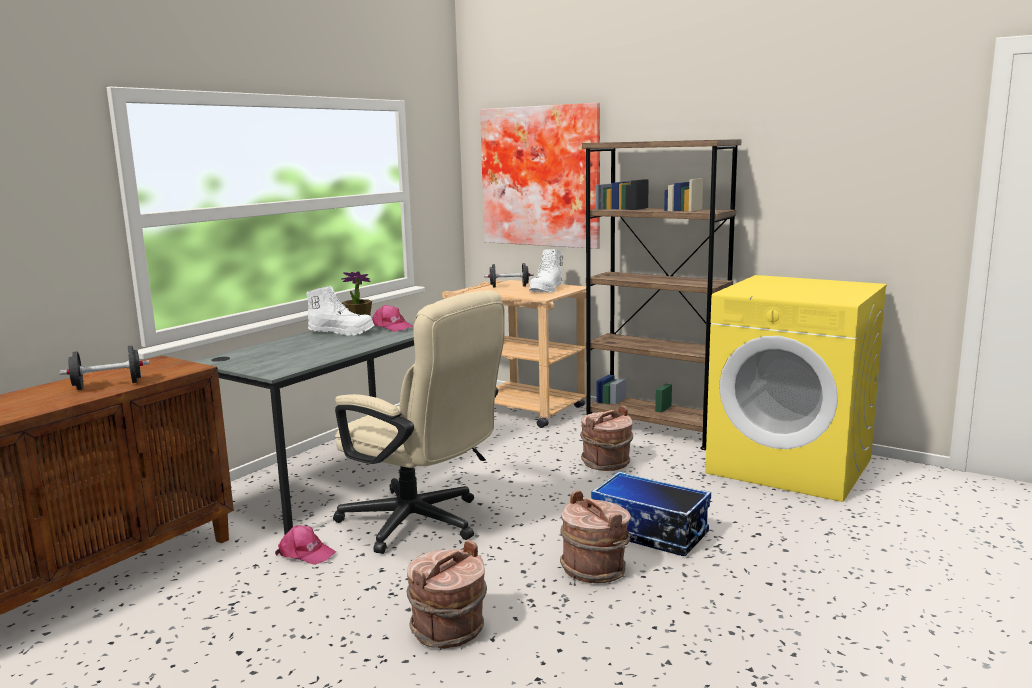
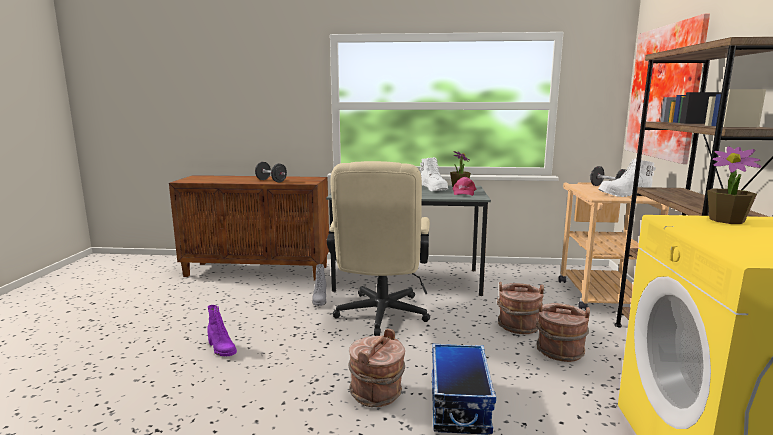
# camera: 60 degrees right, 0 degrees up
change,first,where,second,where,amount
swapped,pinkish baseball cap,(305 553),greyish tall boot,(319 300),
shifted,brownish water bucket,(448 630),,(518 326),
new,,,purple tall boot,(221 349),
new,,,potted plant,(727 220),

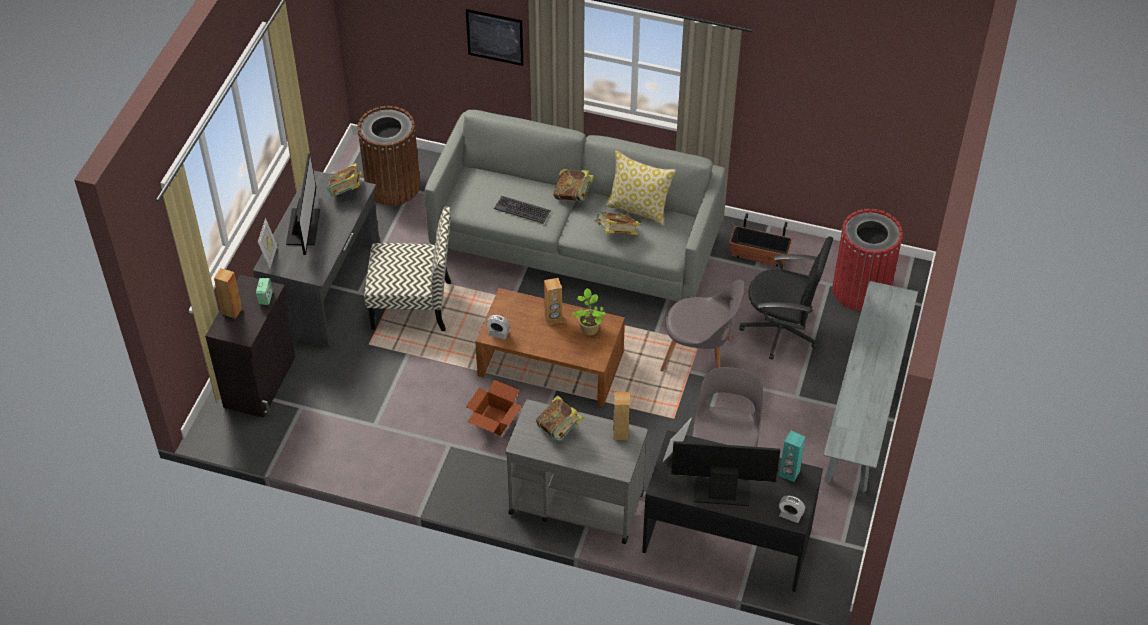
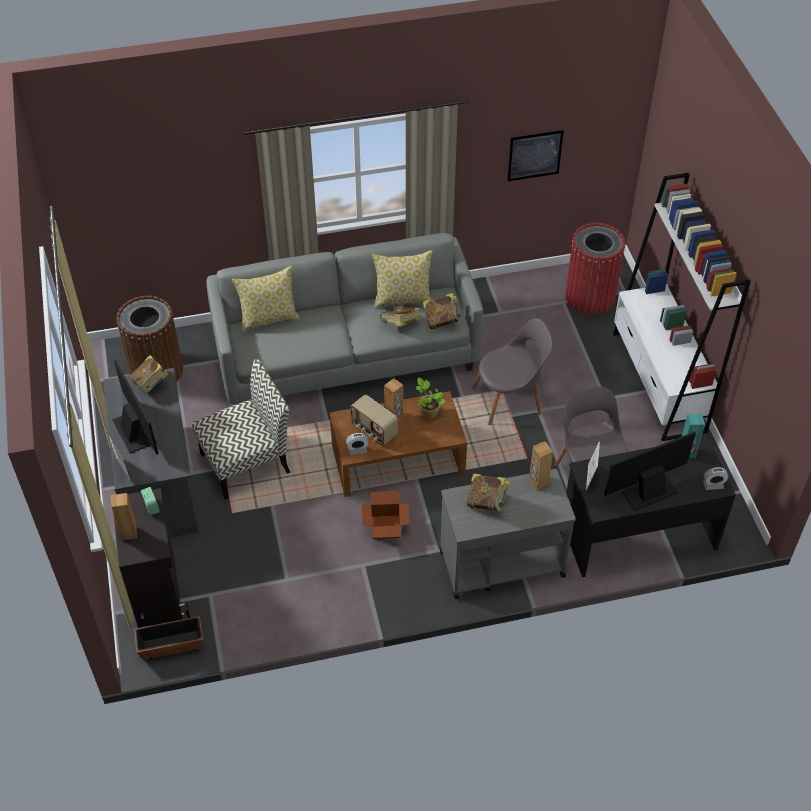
# camera: 30 degrees left, 0 degrees up
change,first,where,second,where,amount
shifted,wall art,(495 37),,(534 155),
gone,computer keyboard,(522 209),,,
shifted,book,(573 195),,(442 321),
shifted,planter,(759 255),,(171 645),
gone,black-coloured office chair,(781 330),,,
swapped,greyish indoor bench,(865 405),white bookshelf,(658 382),
new,,,cushion,(269 319),
new,,,radio,(374 431),

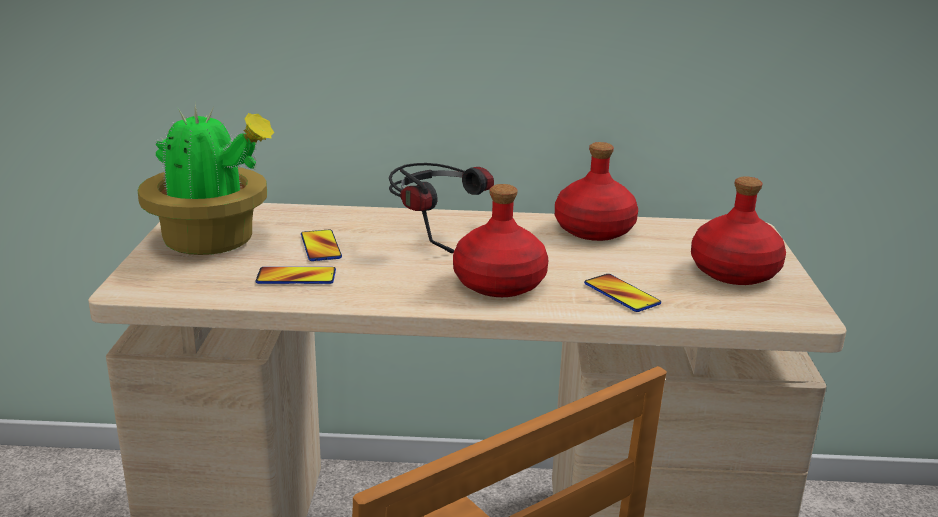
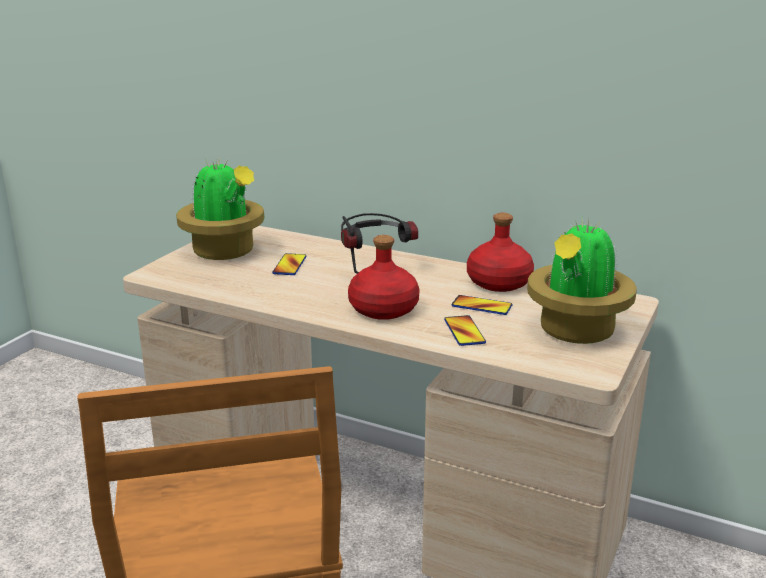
# camera: 25 degrees right, 0 degrees up
change,first,where,second,where,amount
shifted,phone,(296 277),,(481 306),
swapped,red drink bottle,(735 272),potted plant,(575 331),

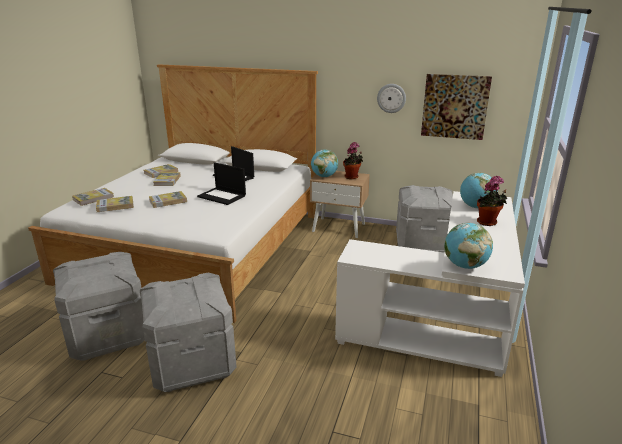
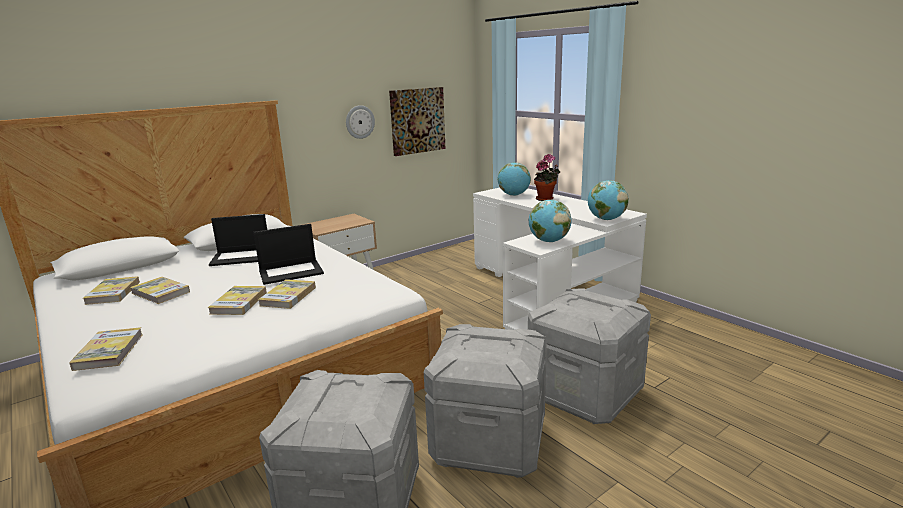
# camera: 55 degrees left, 5 degrees down
change,first,where,second,where,amount
shifted,book,(115 206),,(288 296),
shifted,globe,(324 176),,(549 241),
gone,potted plant,(352 177),,,
shifted,greyish storage box,(423 245),,(585 394),

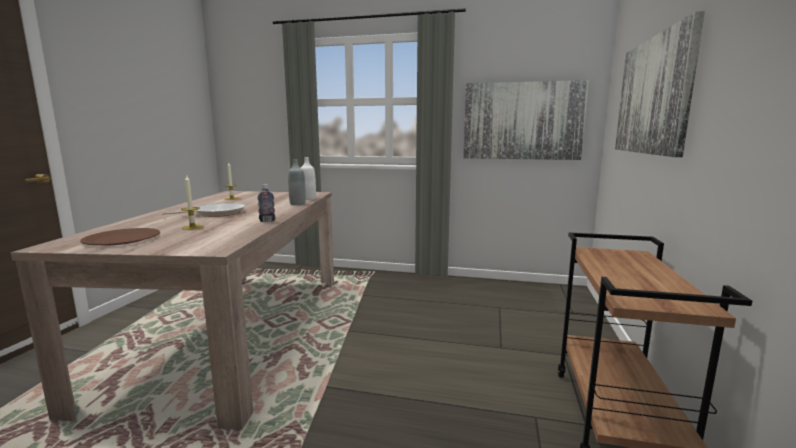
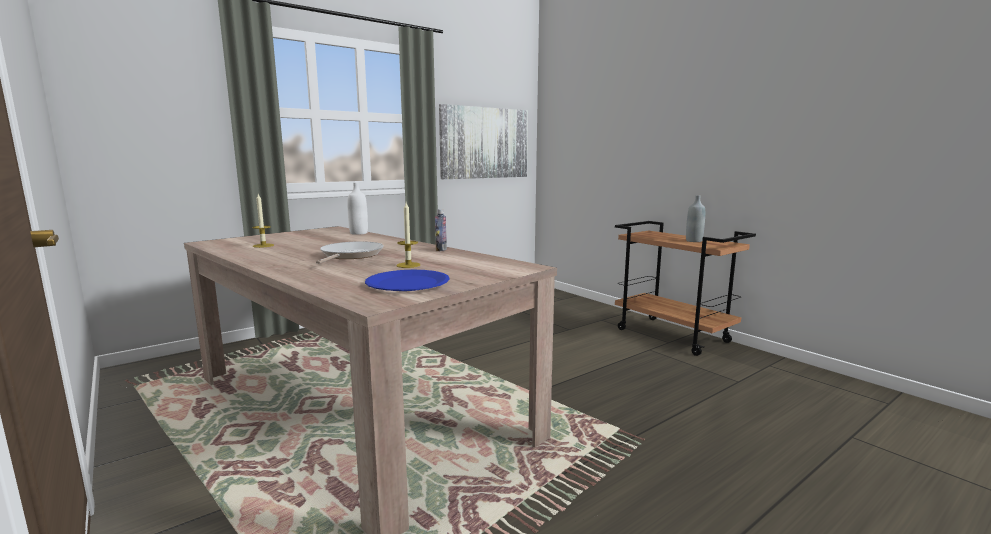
# camera: 50 degrees left, 0 degrees up
change,first,where,second,where,amount
repainted,brownish flat dish,(122 239),blue-coloured flat dish,(408 283),
shifted,greyish drink bottle,(297 204),,(694 241),
gone,wall art,(653 96),,,

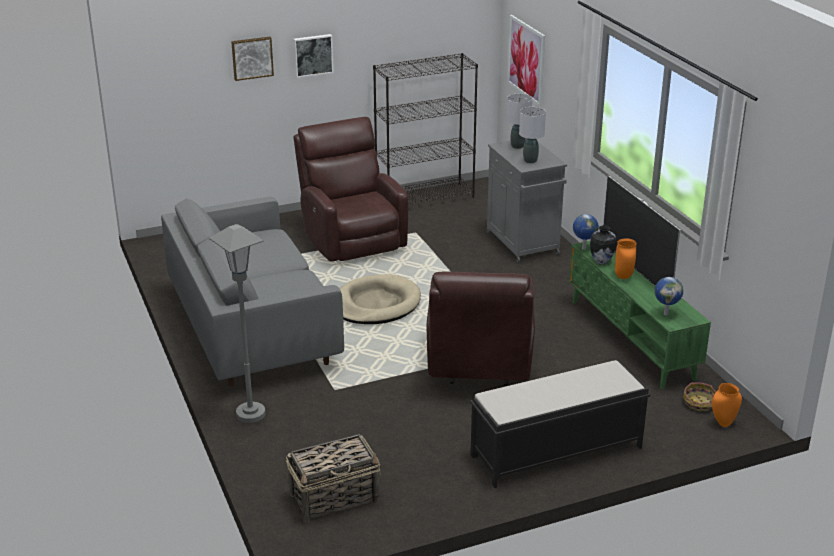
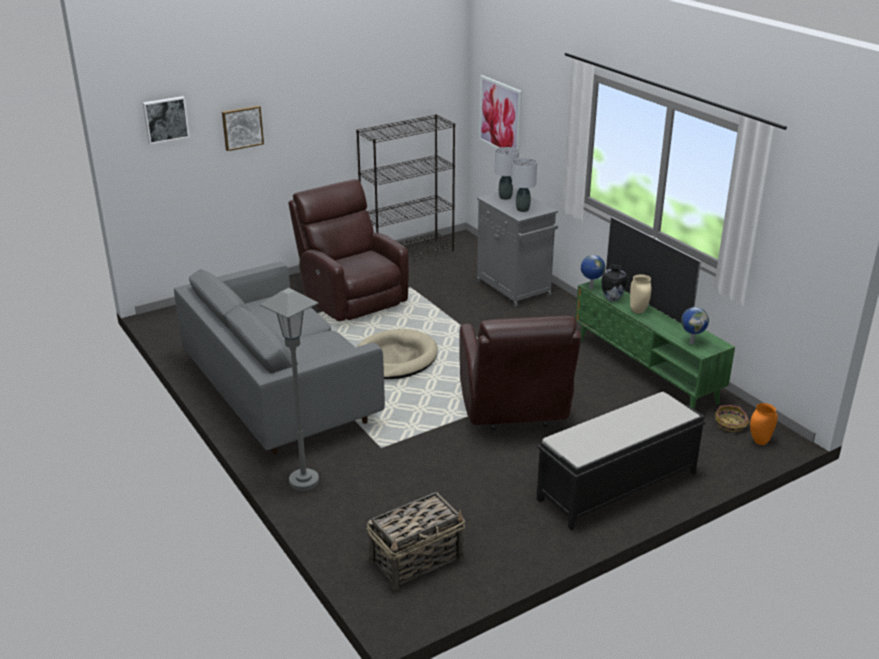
# camera: 10 degrees left, 0 degrees up
change,first,where,second,where,amount
shifted,wall art,(312 55),,(165 119),
repainted,orange flower vase,(623 277),sand-coloured flower vase,(637 311),

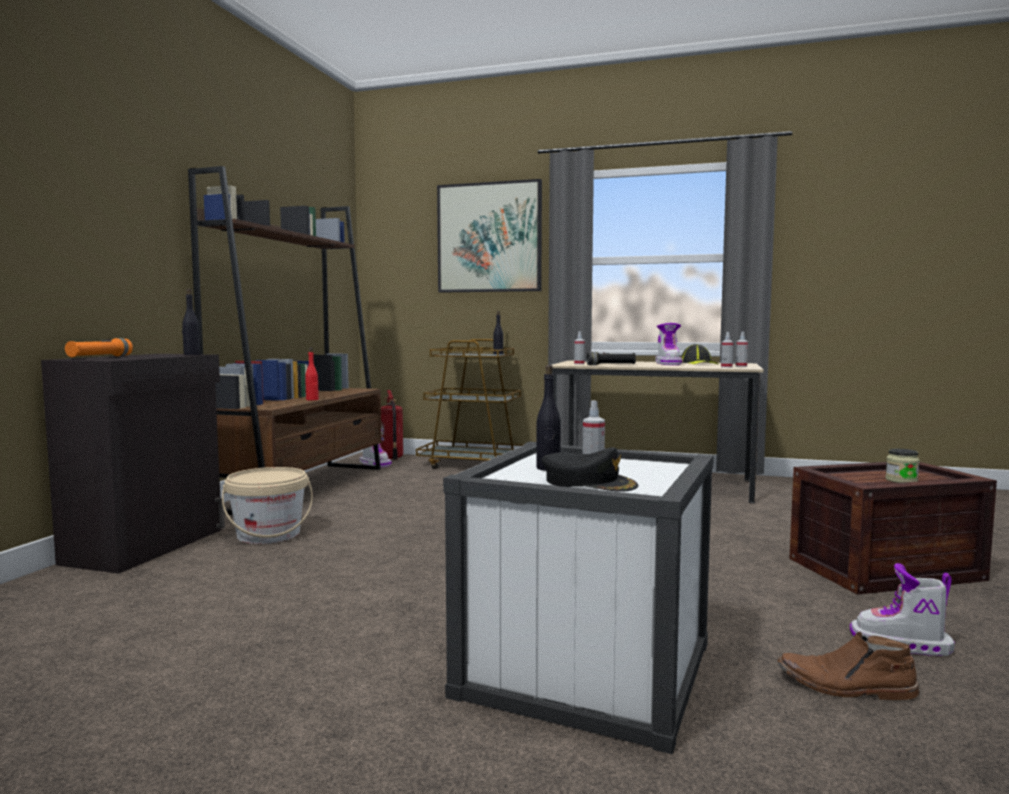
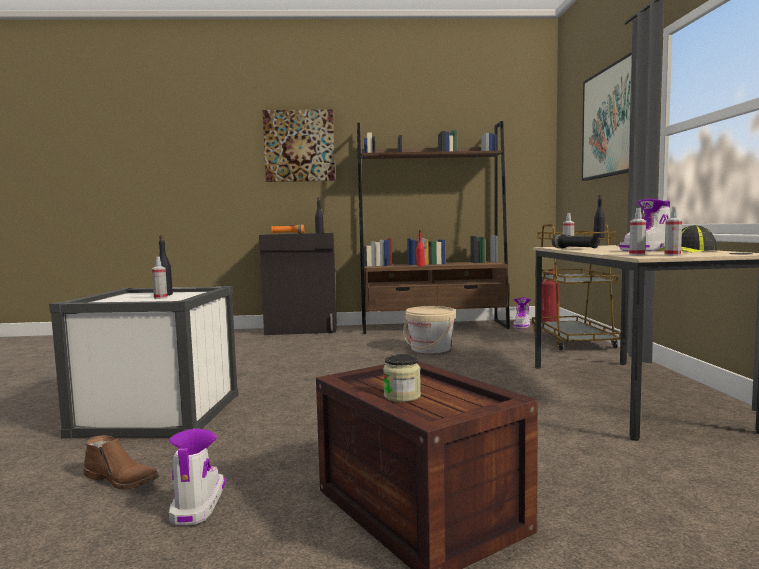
# camera: 70 degrees right, 0 degrees up
change,first,where,second,where,amount
shifted,sand-coloured water bucket,(269 534),,(430 349),
gone,black-coloured baseball cap,(589 482),,,
rotated,brownish tall boot,(846 687),,(122 479),120 degrees clockwise
new,,,wall art,(299 146),

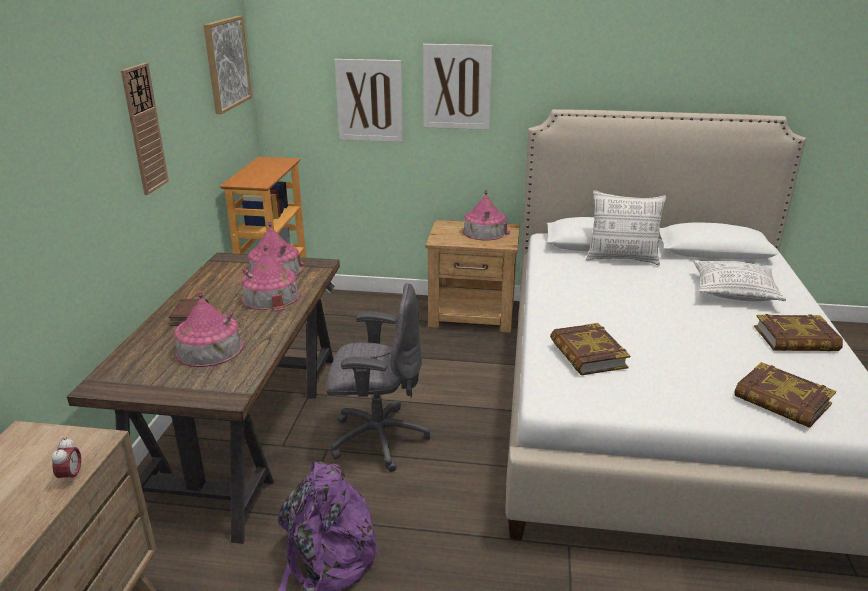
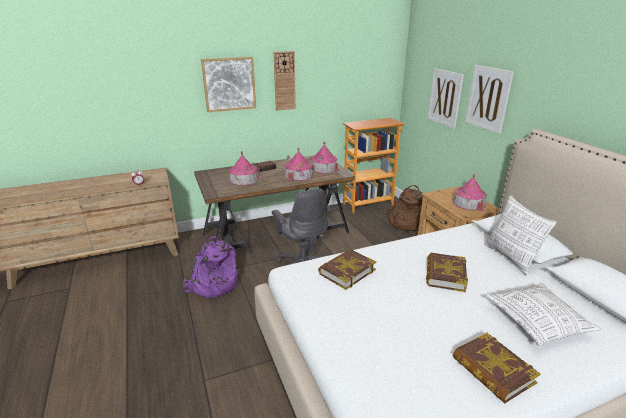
# camera: 60 degrees right, 0 degrees up
change,first,where,second,where,amount
shifted,wall art,(226 63),,(229 84),
shifted,book,(781 401),,(445 275),
new,,,brownish backpack,(405 223),

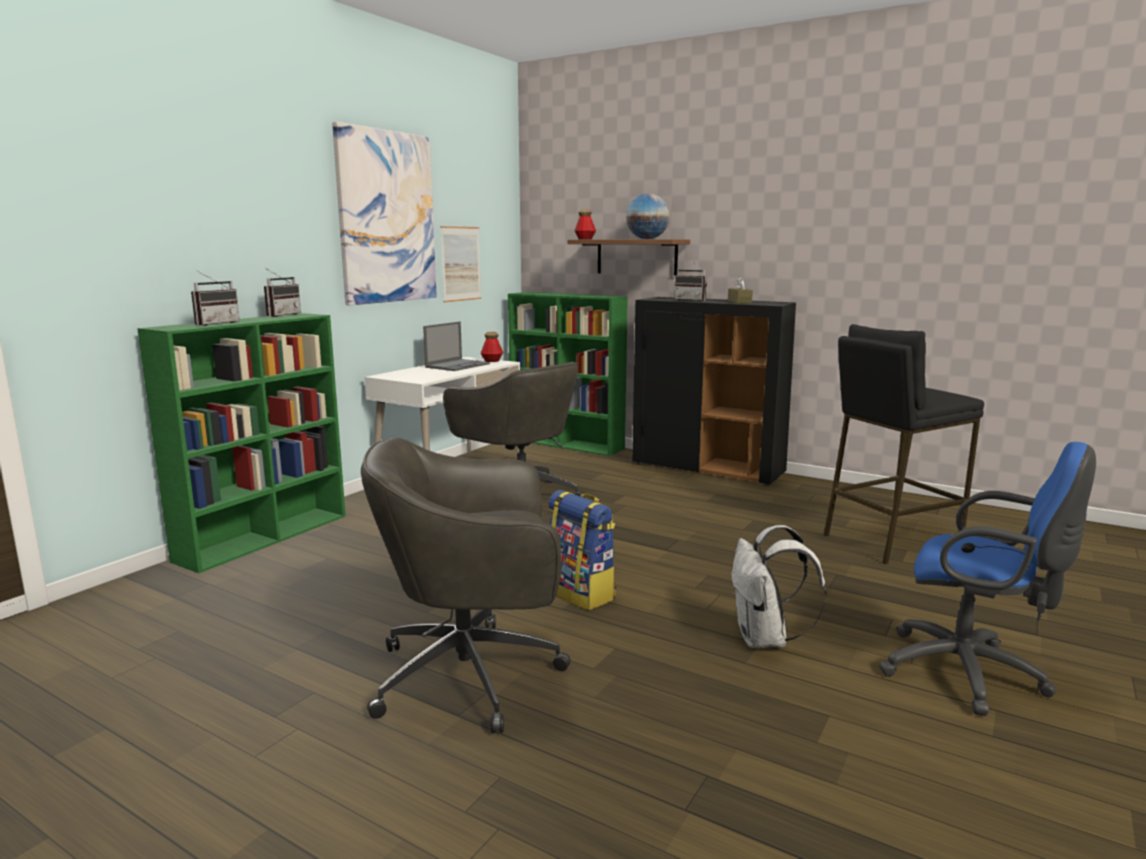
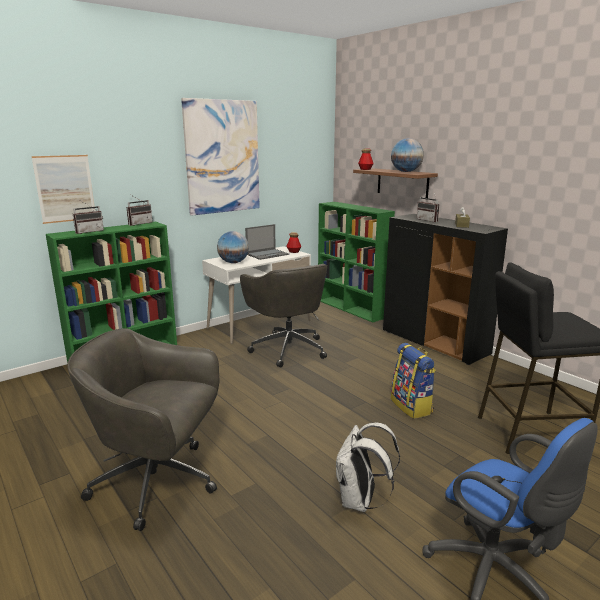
# camera: 20 degrees right, 5 degrees up
change,first,where,second,where,amount
shifted,wall art,(461 264),,(65 188),
shifted,backpack,(581 593),,(412 406),
new,,,globe,(233 262),

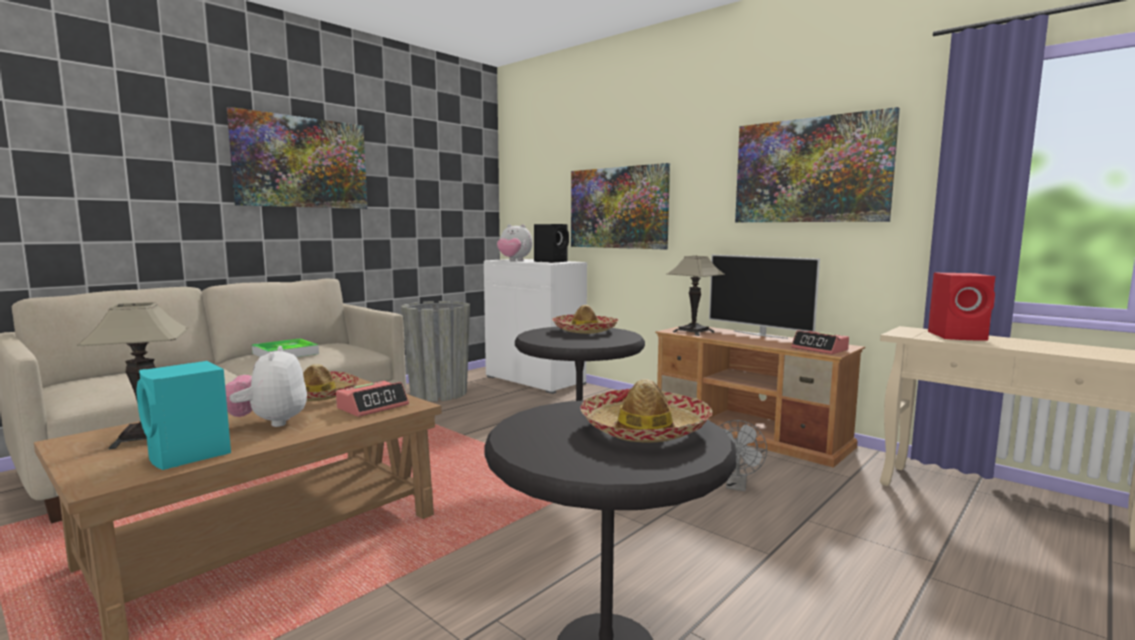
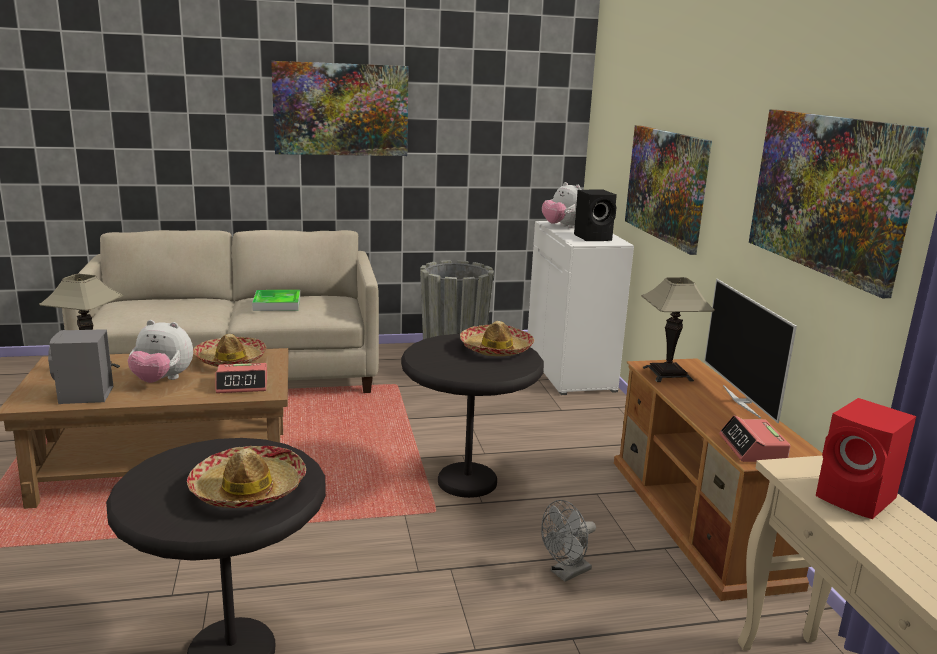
# camera: 35 degrees right, 10 degrees up
change,first,where,second,where,amount
repainted,turquoise-coloured speaker,(189 456),greyish speaker,(85 396),
rotated,soft toy,(269 423),,(162 380),105 degrees counterclockwise

